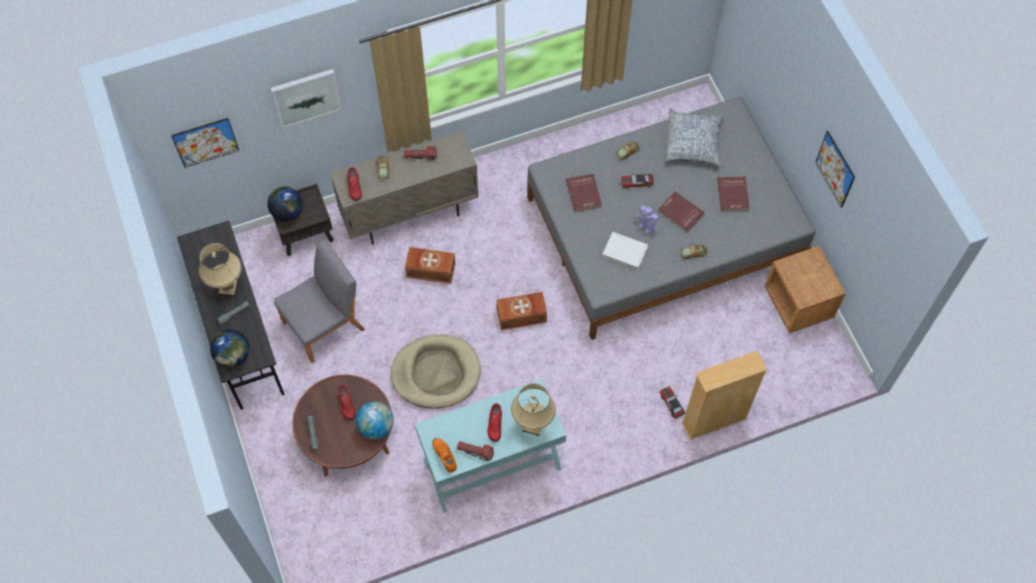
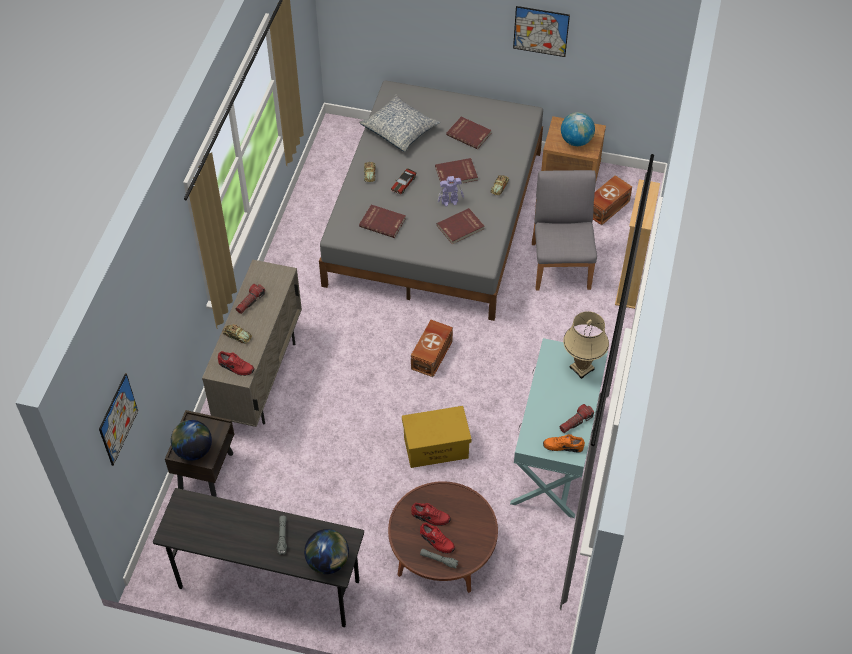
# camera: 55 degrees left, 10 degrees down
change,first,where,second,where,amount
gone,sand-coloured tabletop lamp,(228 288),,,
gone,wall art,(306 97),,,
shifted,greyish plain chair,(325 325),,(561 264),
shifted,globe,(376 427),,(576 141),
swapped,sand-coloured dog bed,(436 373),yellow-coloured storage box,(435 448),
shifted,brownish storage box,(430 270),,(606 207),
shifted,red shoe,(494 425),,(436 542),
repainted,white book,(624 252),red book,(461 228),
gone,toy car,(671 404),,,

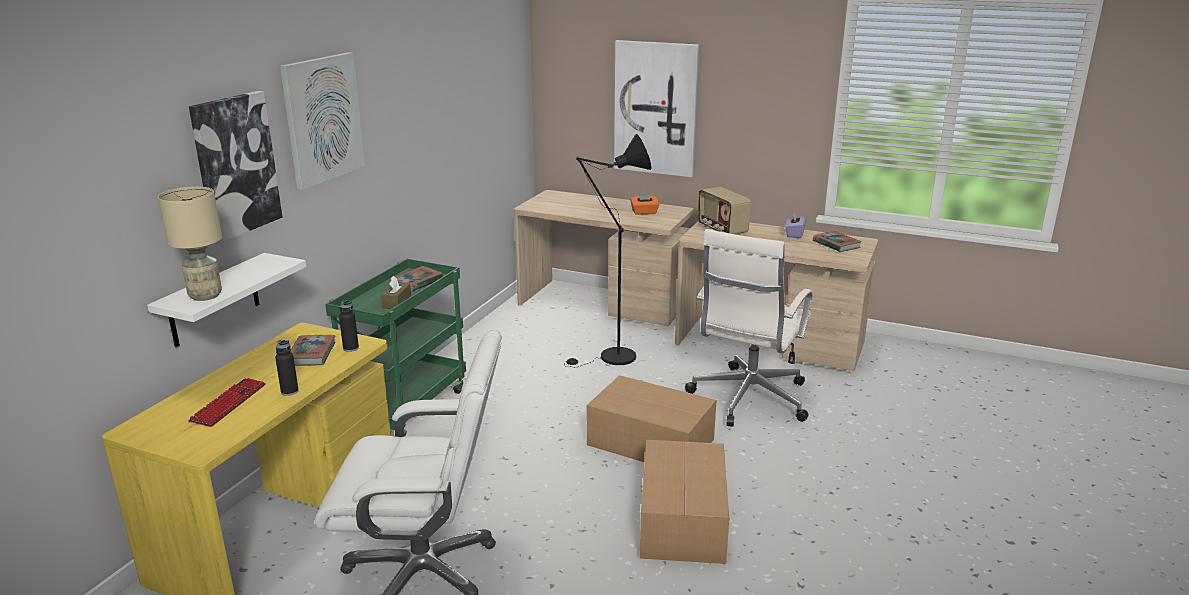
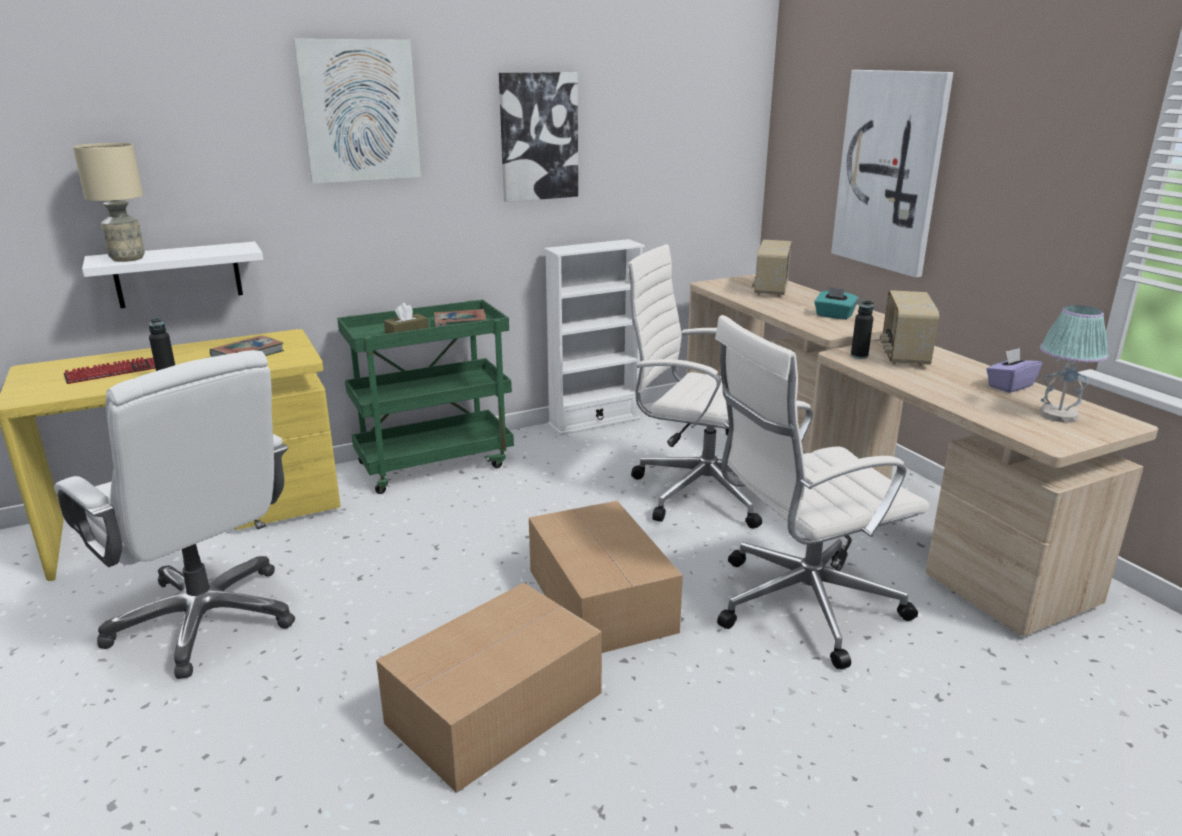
# camera: 40 degrees right, 0 degrees up
change,first,where,second,where,amount
shifted,wall art,(235 165),,(538 137),
shifted,black-coloured drink bottle,(351 348),,(859 356),
swapped,black-coloured standing lamp,(611 358),white office chair,(700 491),
repainted,orange tissue box,(644 212),turquoise-coloured tissue box,(834 316),
swapped,book,(836 244),tabletop lamp,(1058 415),
new,,,white bookshelf,(594 421),
new,,,radio,(770 290),

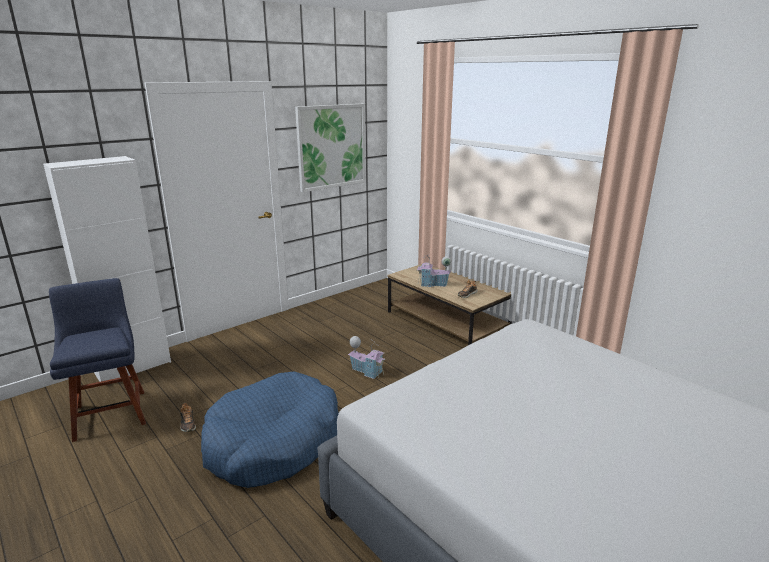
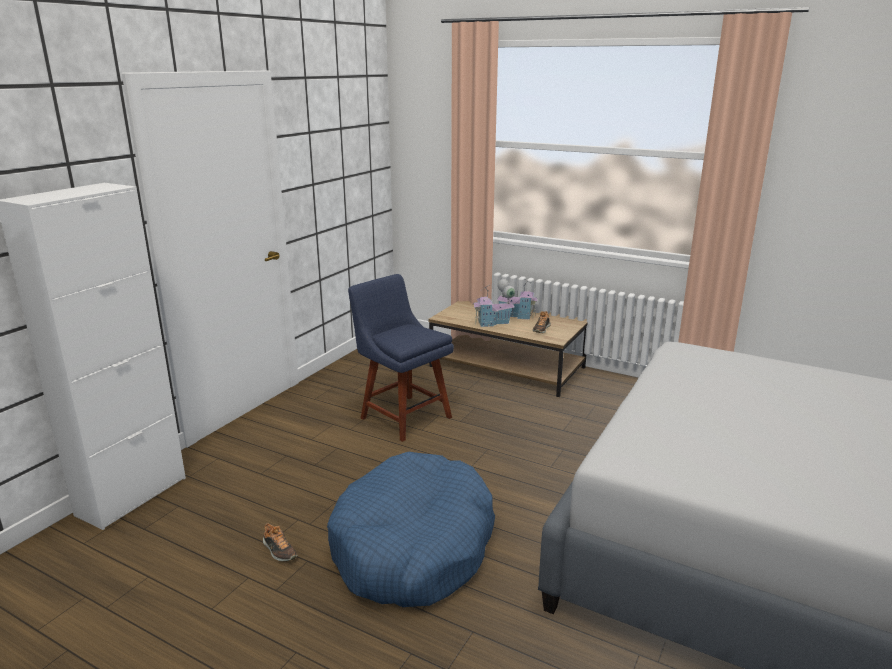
# camera: 20 degrees left, 0 degrees up
change,first,where,second,where,amount
shifted,blue-coloured plain chair,(110 412),,(403 416),
gone,wall art,(331 146),,,
shifted,toy house,(367 371),,(516 315),

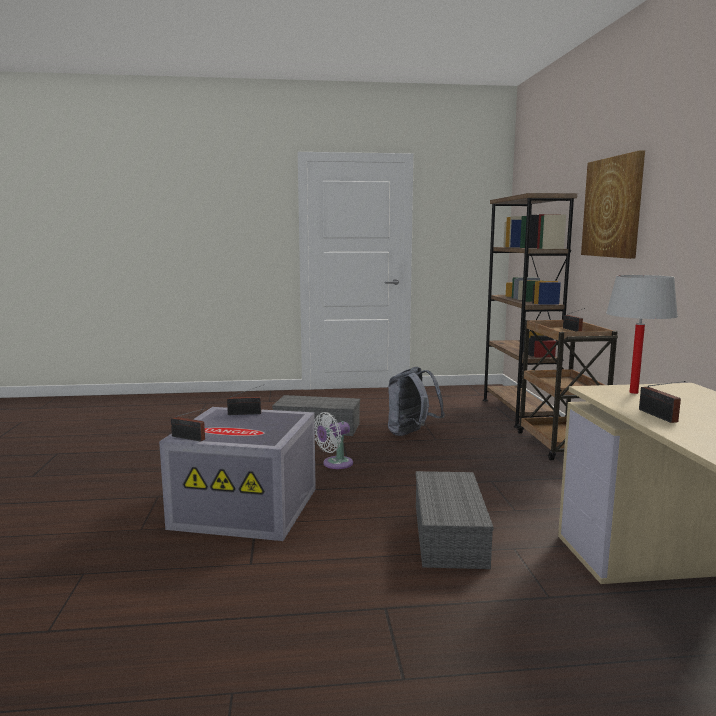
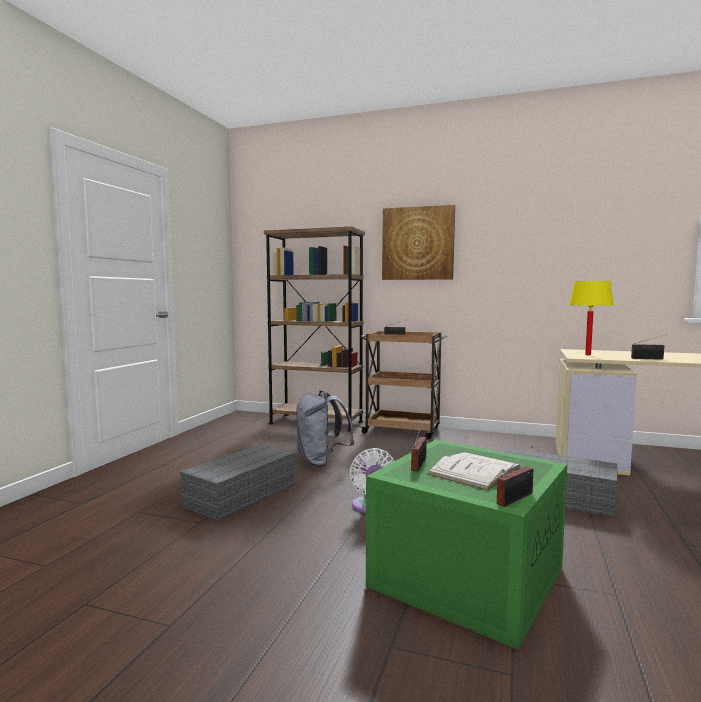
# camera: 65 degrees left, 5 degrees down
change,first,where,second,where,amount
repainted,greyish storage box,(248 507),green-coloured storage box,(465 575),
repainted,white tabletop lamp,(633 392),yellow-coloured tabletop lamp,(588 355),
new,,,white book,(475 470),

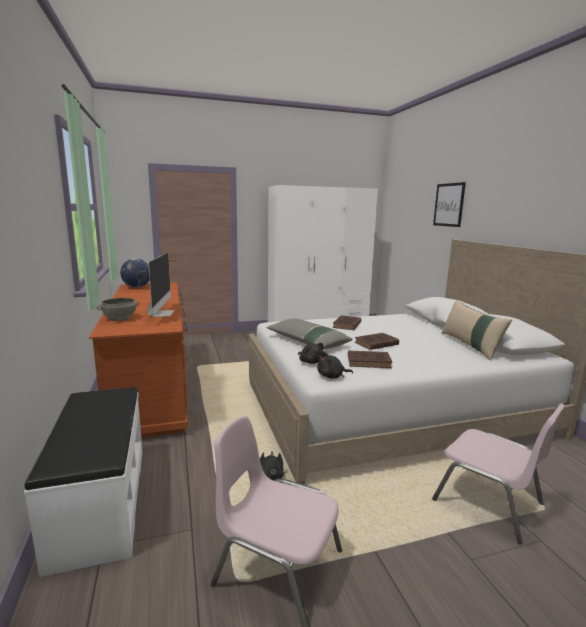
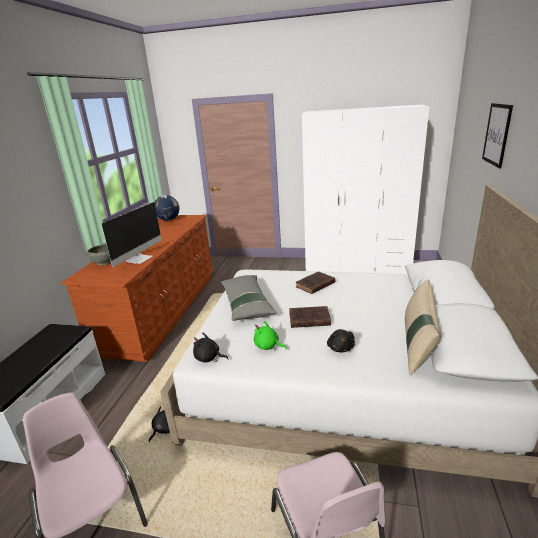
# camera: 30 degrees right, 10 degrees up
change,first,where,second,where,amount
shifted,black-coloured soft toy,(310 362),,(340 348),
swapped,brownish book,(370 362),green-coloured soft toy,(268 346),

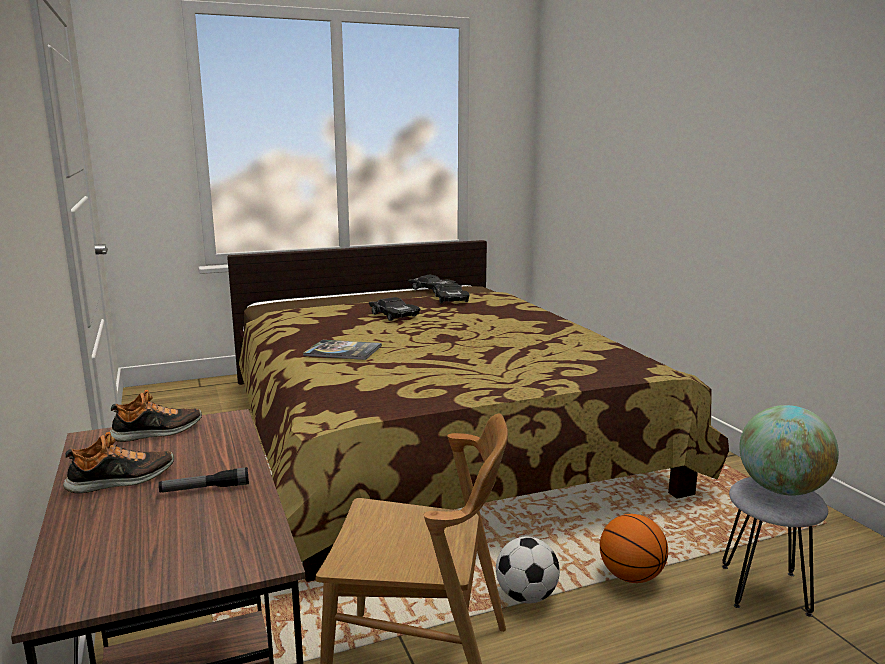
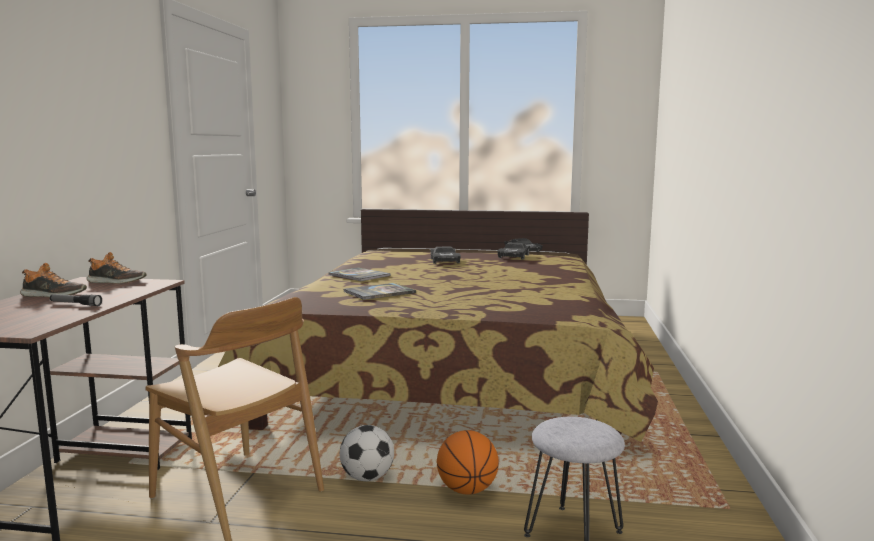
# camera: 30 degrees right, 5 degrees down
change,first,where,second,where,amount
gone,globe,(781 490),,,
new,,,book,(379 292),

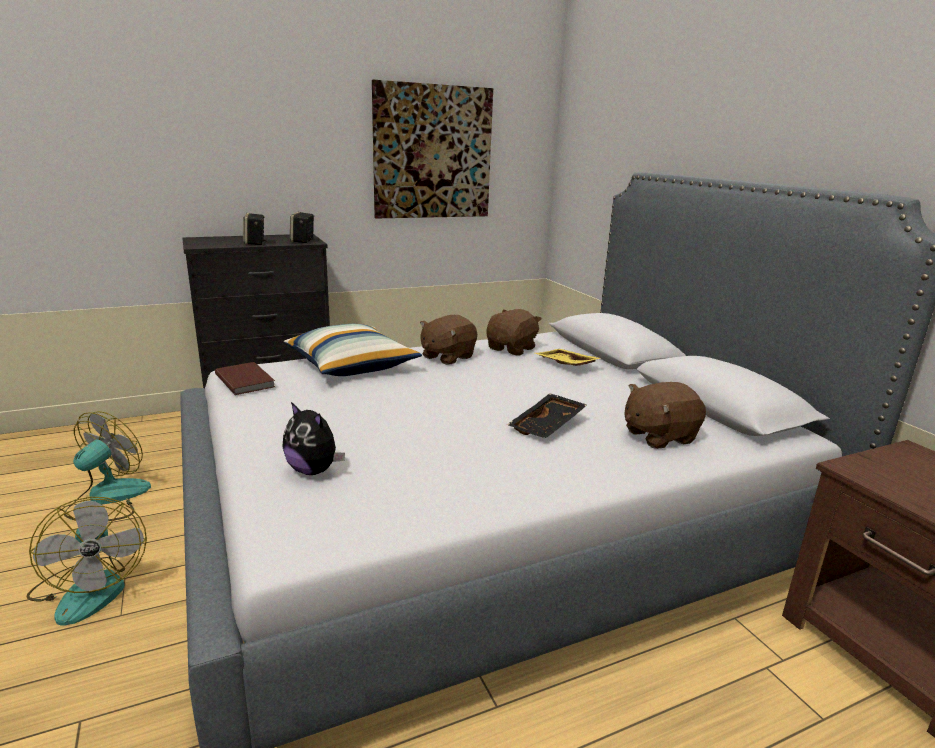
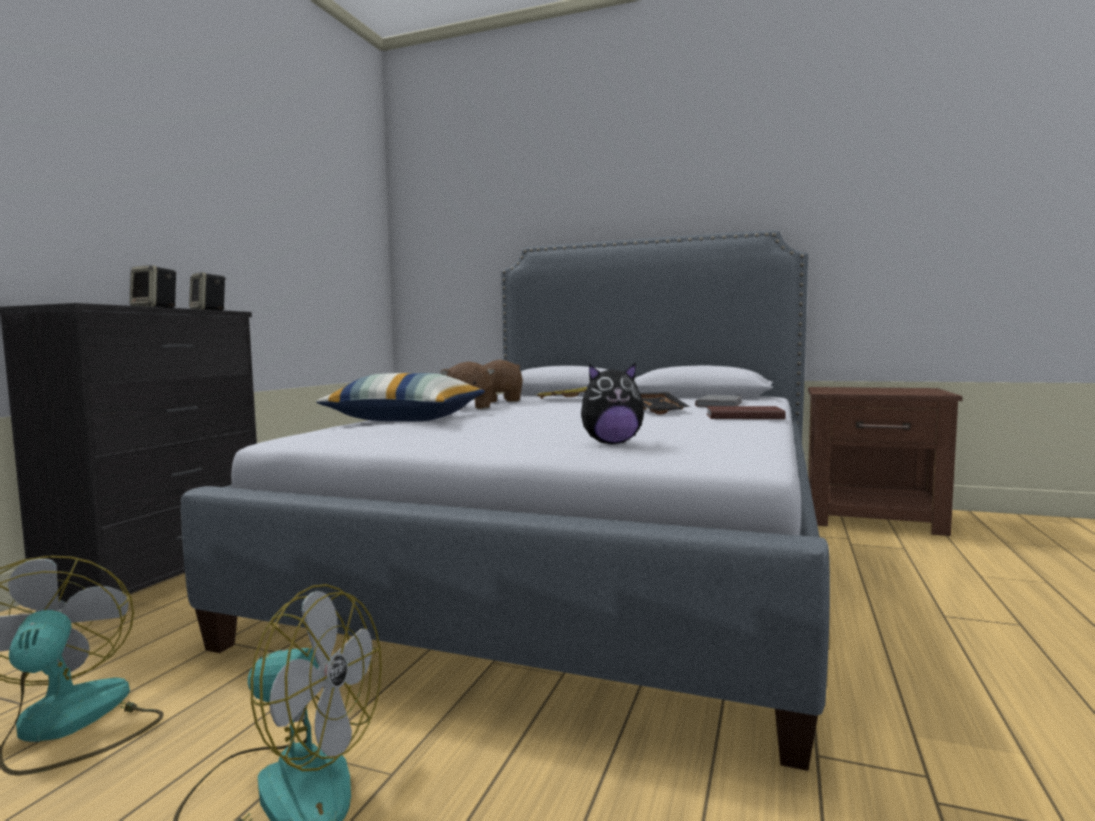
# camera: 45 degrees left, 15 degrees down
change,first,where,second,where,amount
shifted,brownish book,(246 380),,(742 416),
gone,wall art,(433 153),,,
swapped,brownish soft toy,(658 436),greyish book,(721 404),

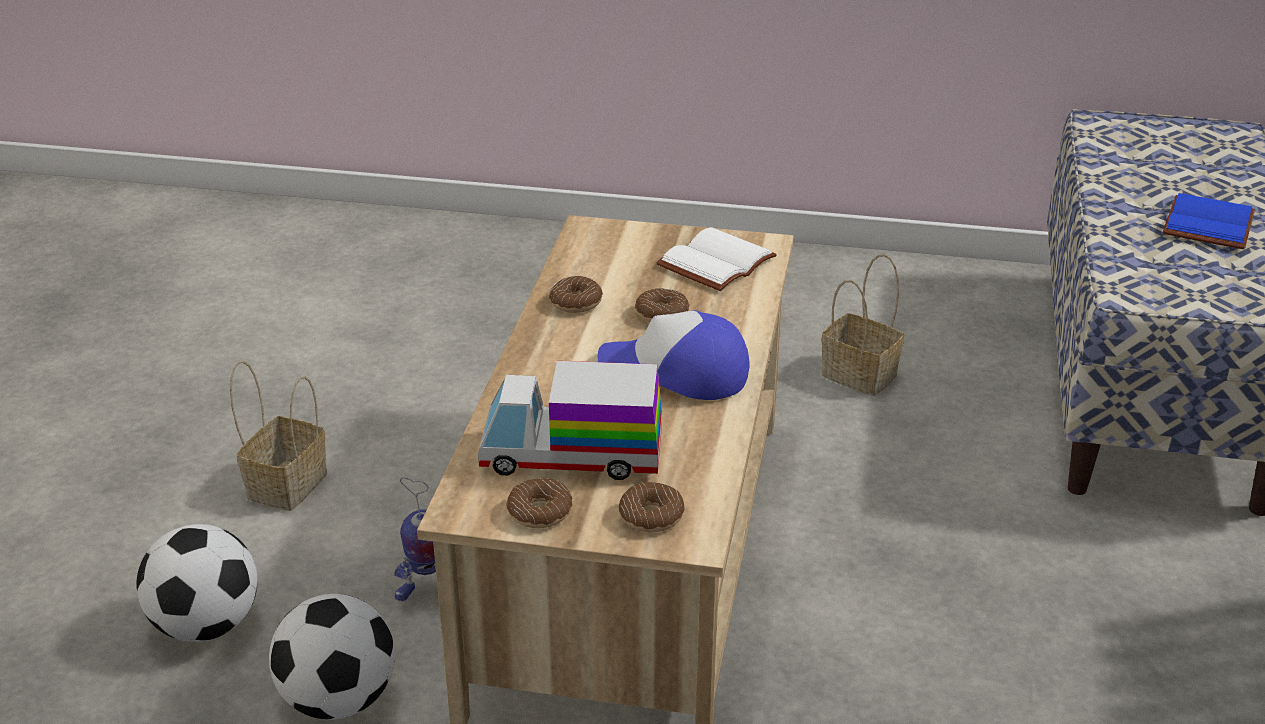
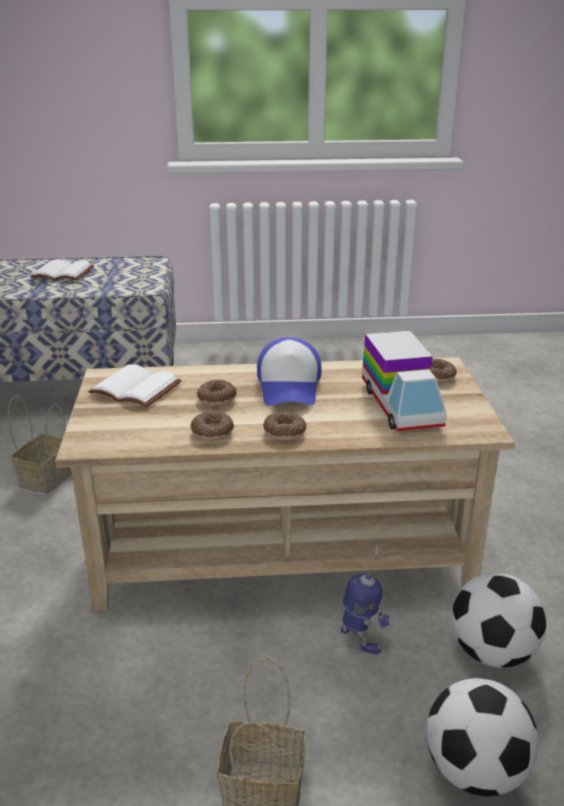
# camera: 105 degrees left, 5 degrees down
change,first,where,second,where,amount
shifted,donut,(539 512),,(284 432),
repainted,blue-coloured book,(1211 226),white book,(64 272),

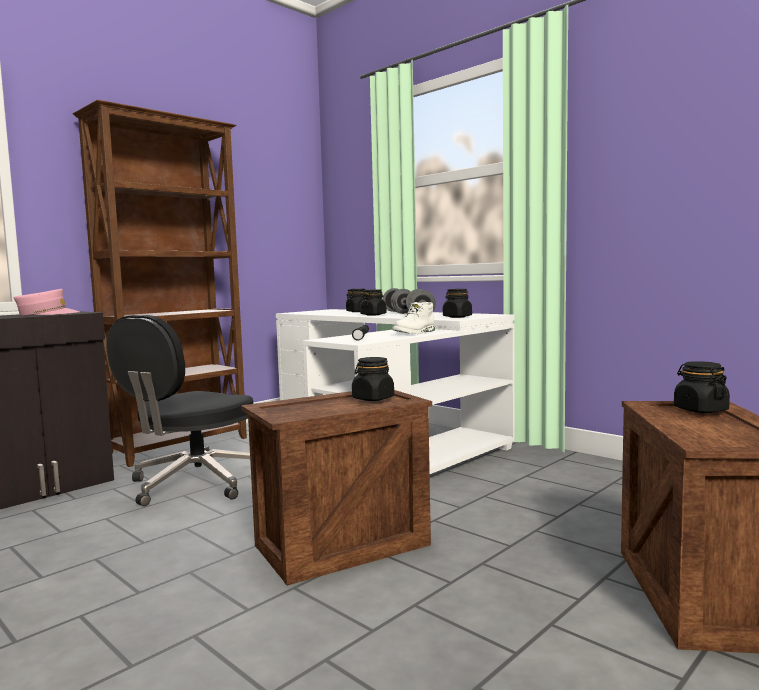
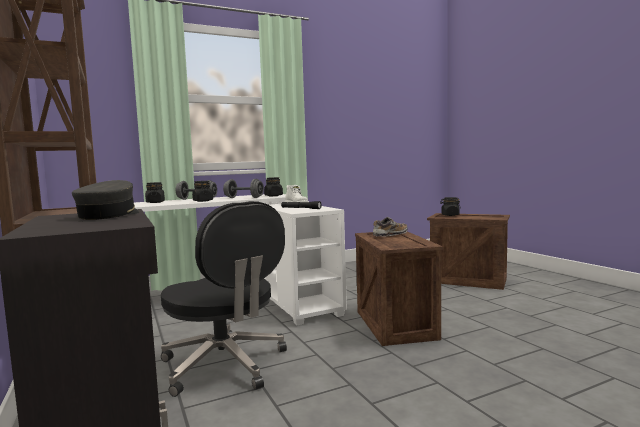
# camera: 70 degrees left, 0 degrees up
change,first,where,second,where,amount
repainted,pinkish baseball cap,(47 314),greyish baseball cap,(109 215),
swapped,black-coloured storage jar,(373 398),shoe,(390 235),

